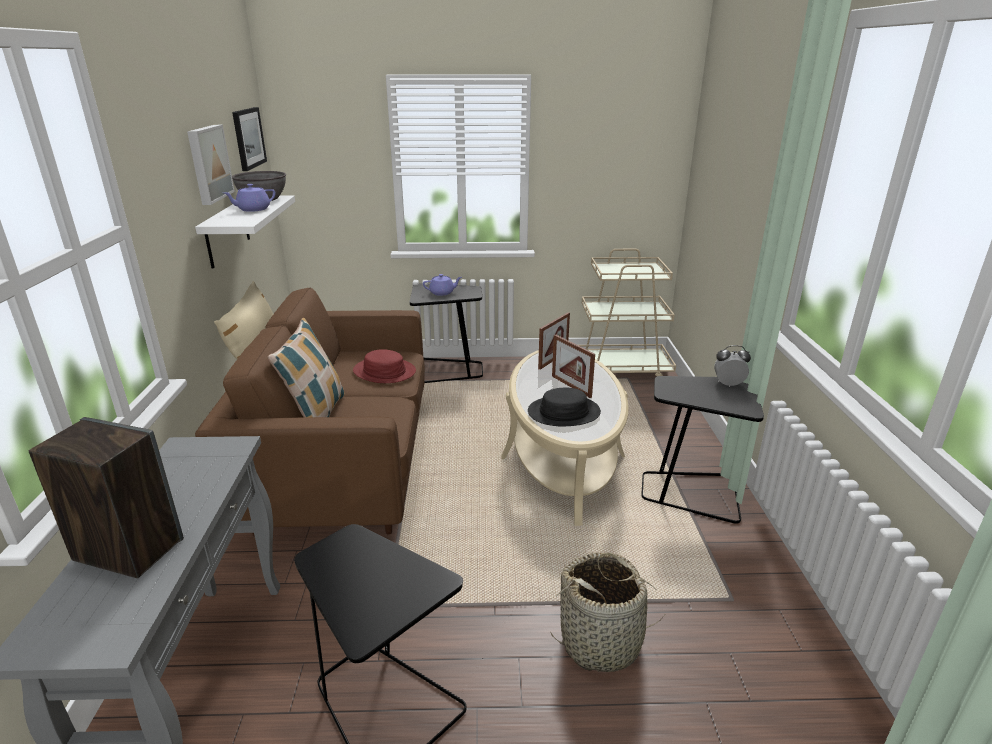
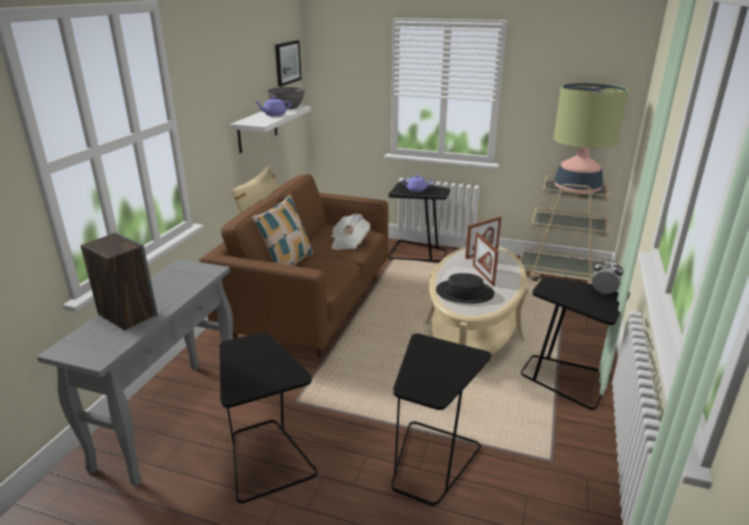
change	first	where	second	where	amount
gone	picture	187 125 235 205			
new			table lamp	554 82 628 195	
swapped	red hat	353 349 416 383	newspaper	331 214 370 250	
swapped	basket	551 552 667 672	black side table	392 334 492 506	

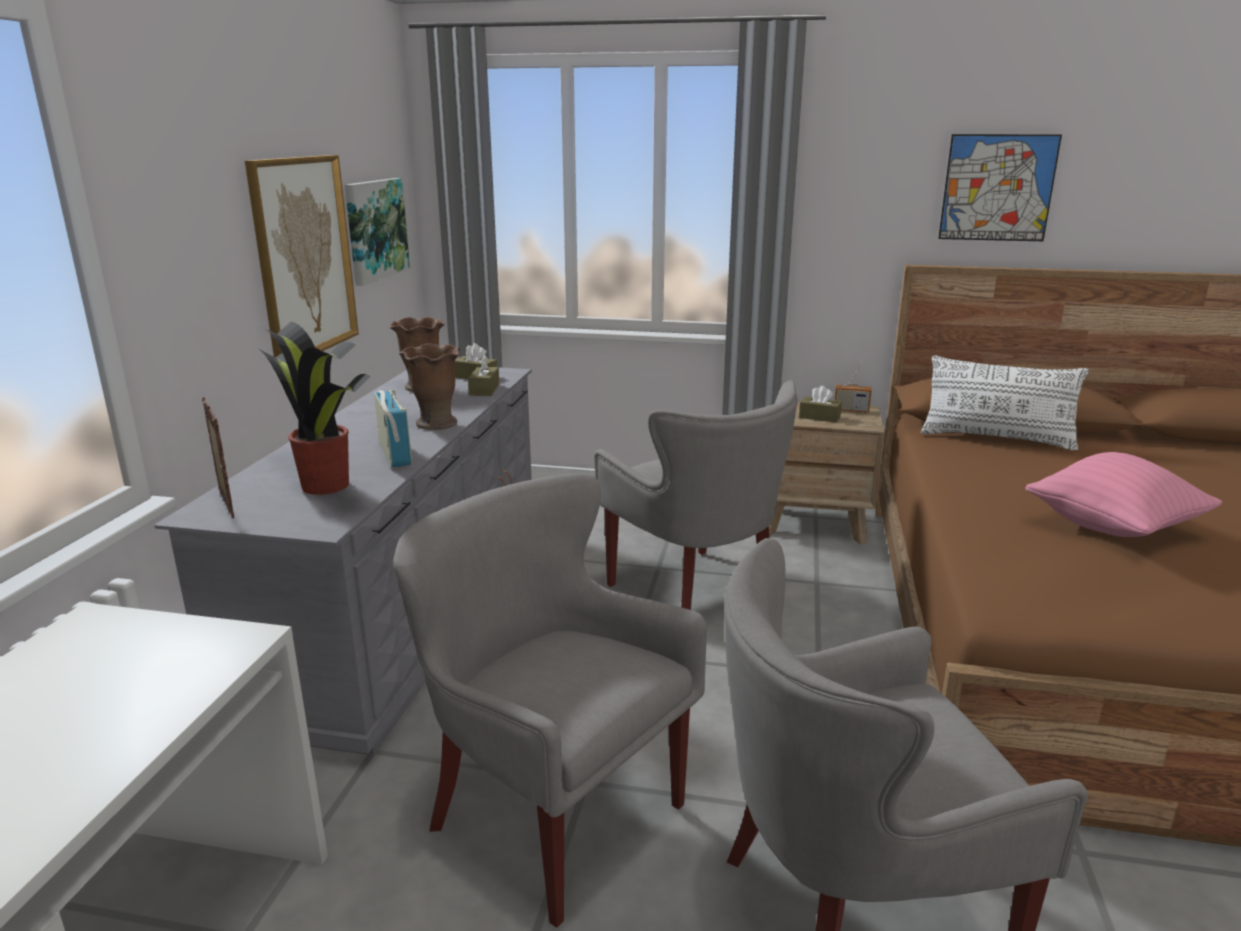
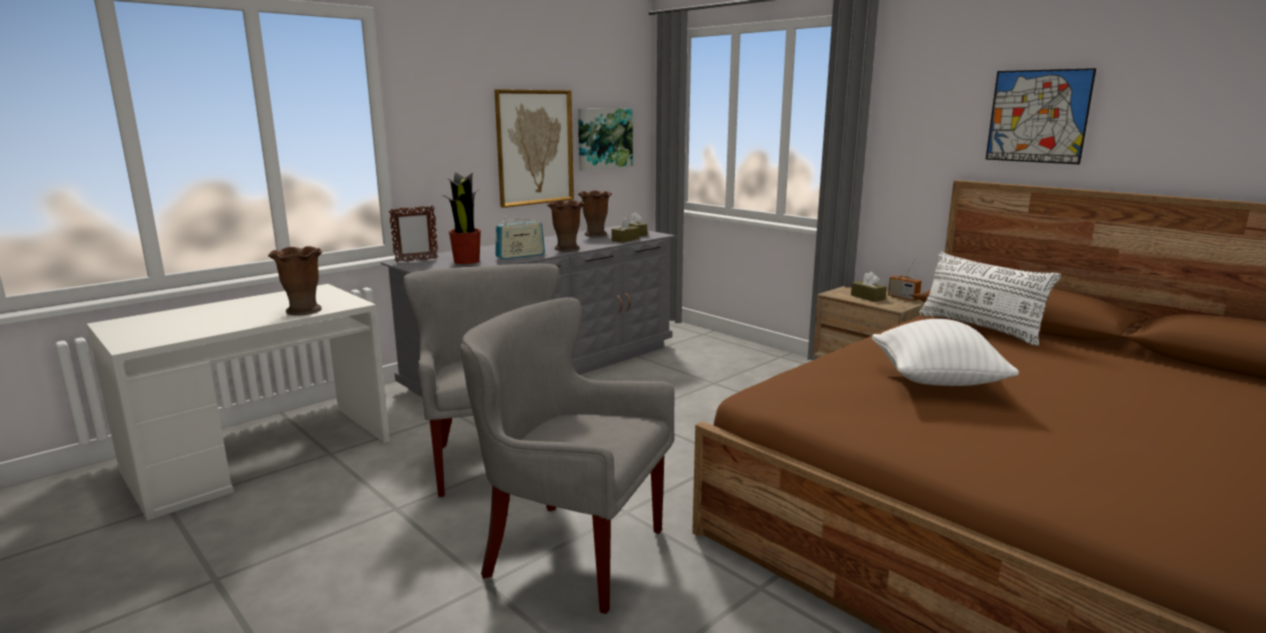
change	first	where	second	where	amount
gone	grey armchair	594 380 797 610			
new			brown vase	268 246 322 316	
repainted	pink pillow	1025 452 1222 537	white pillow	872 319 1019 386	
rotated	picture frame	202 397 234 518		389 205 438 262	60 degrees clockwise
rotated	radio	374 390 412 468		495 216 545 260	45 degrees clockwise

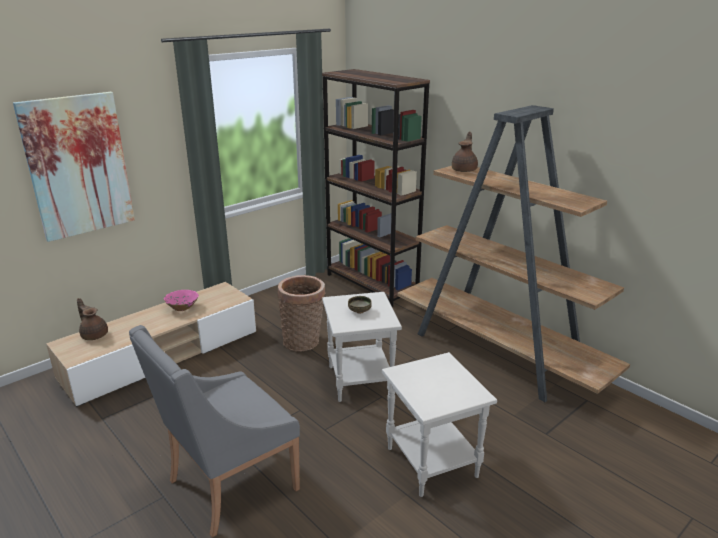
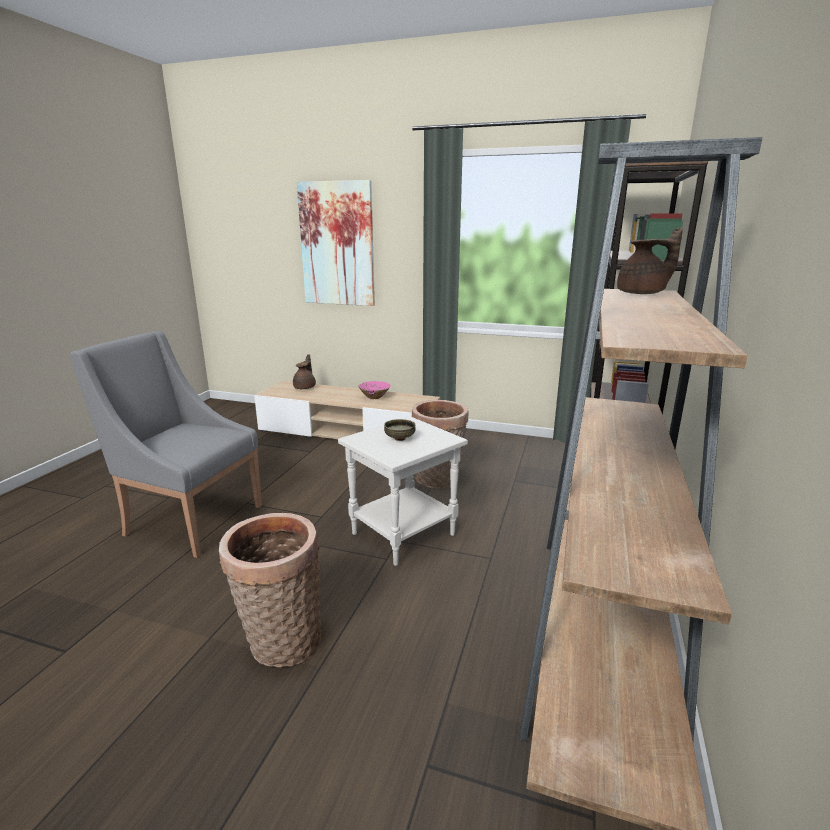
change	first	where	second	where	amount
swapped	white side table	382 352 497 497	basket	219 513 321 667	

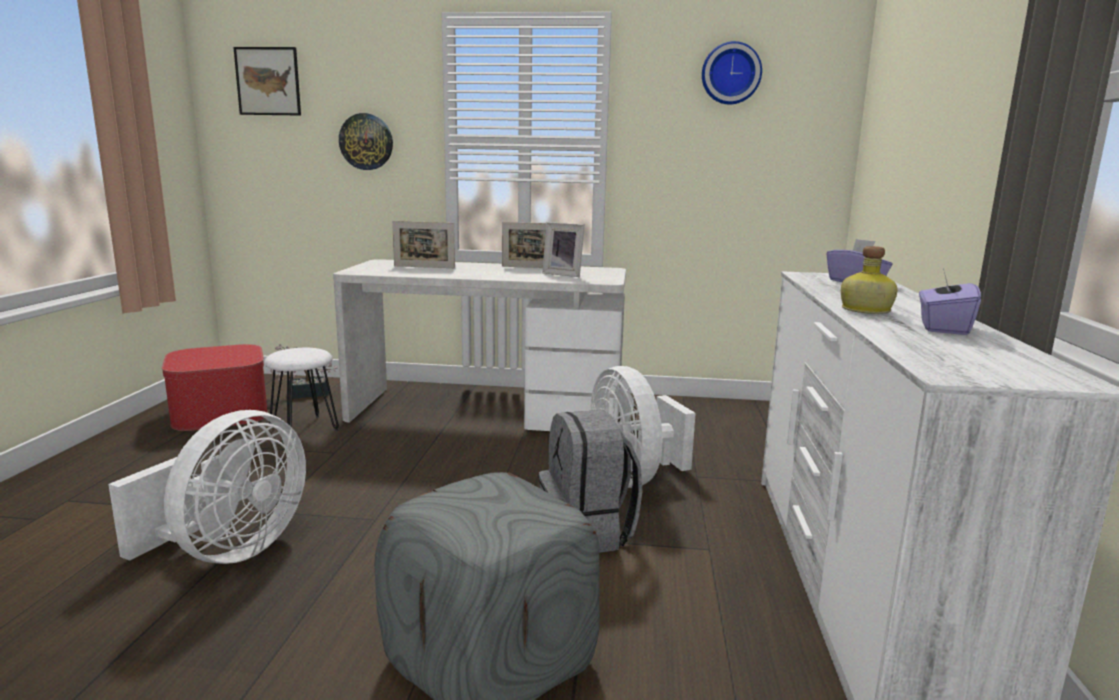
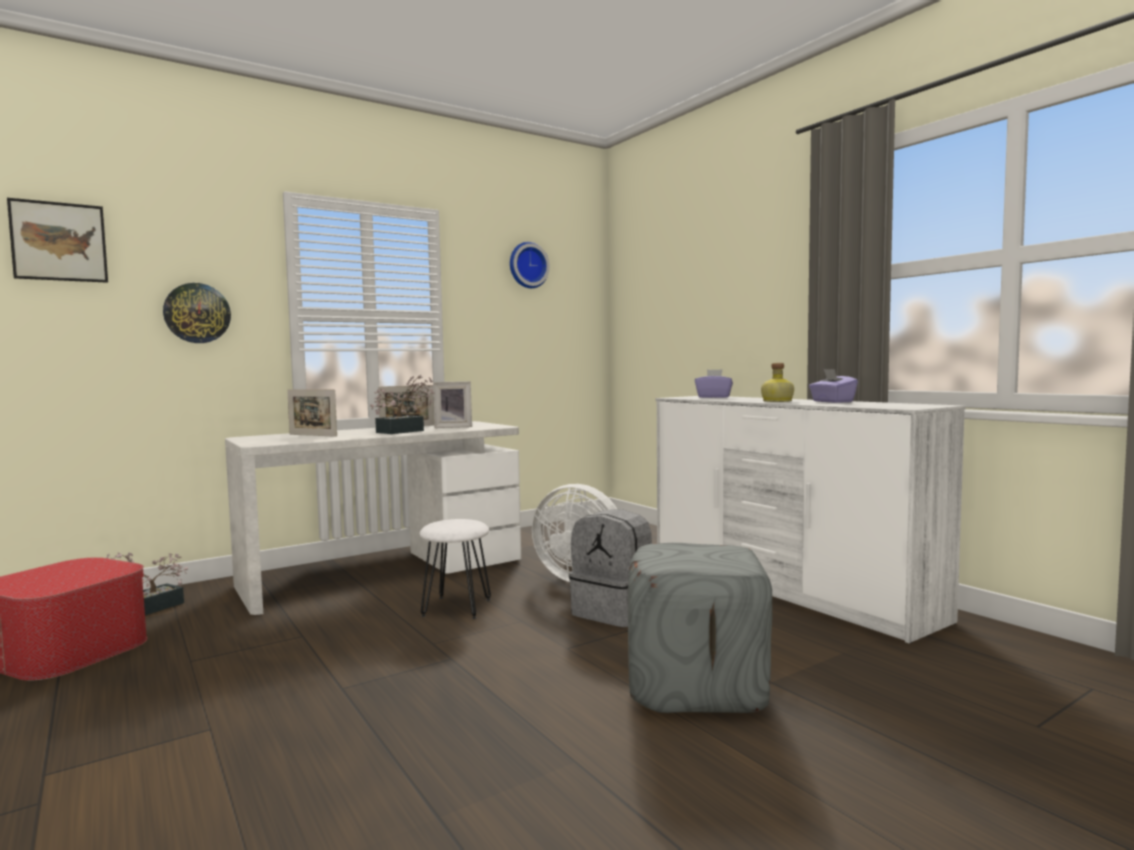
change	first	where	second	where	amount
gone	white fan	108 410 306 564			
new			potted plant	370 375 435 434	
shifted	white stool	264 348 339 431		420 519 491 619	
rotated	picture frame	392 221 455 268		287 389 337 437	60 degrees clockwise

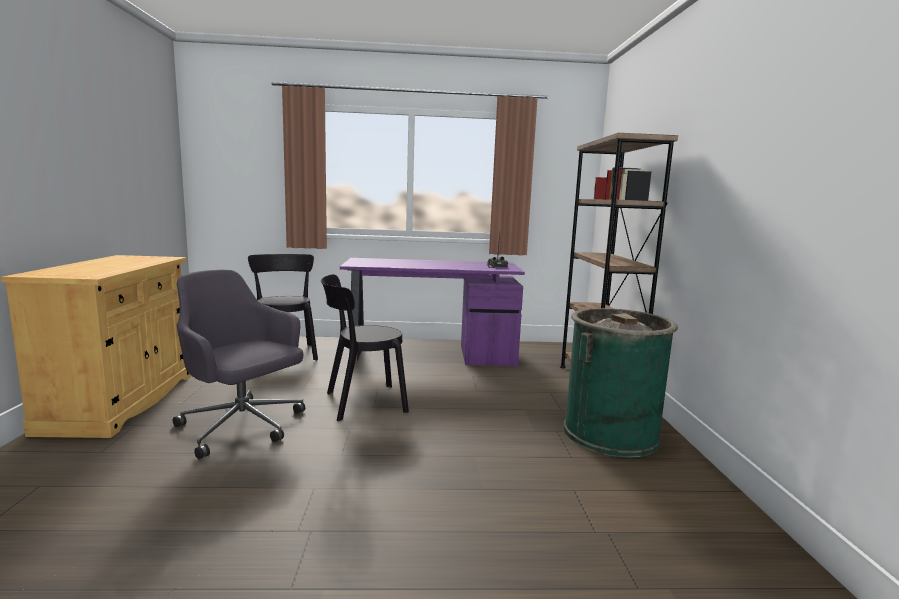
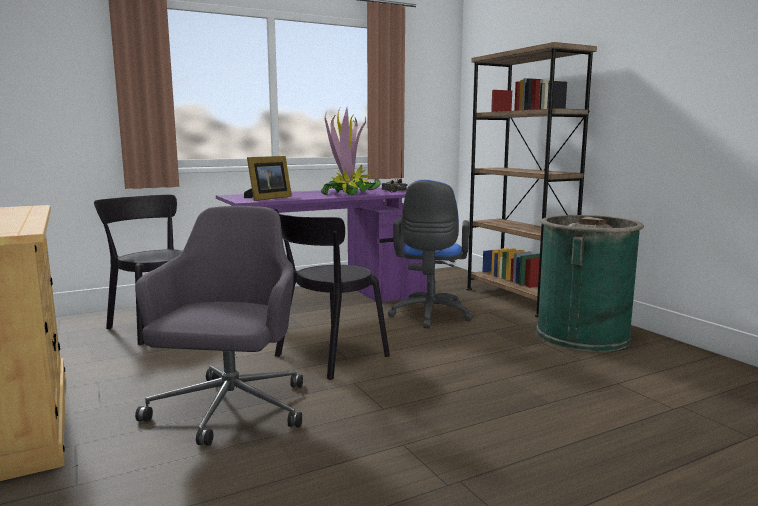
change	first	where	second	where	amount
new			picture frame	244 156 292 201	
new			potted plant	321 108 381 195	
new			blue office chair	388 180 473 328	
rotated	grey office chair	173 269 305 459		135 206 303 446	90 degrees clockwise

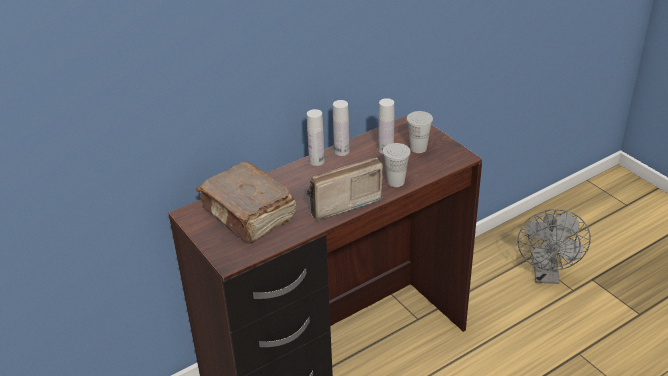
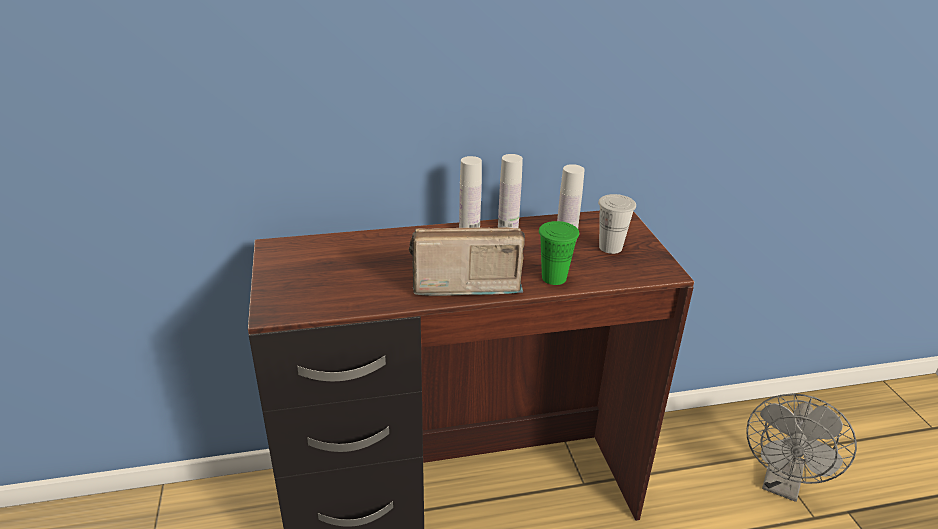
change	first	where	second	where	amount
gone	brown book	196 162 296 244			
repainted	white cup	383 143 411 187	green cup	539 221 579 285	

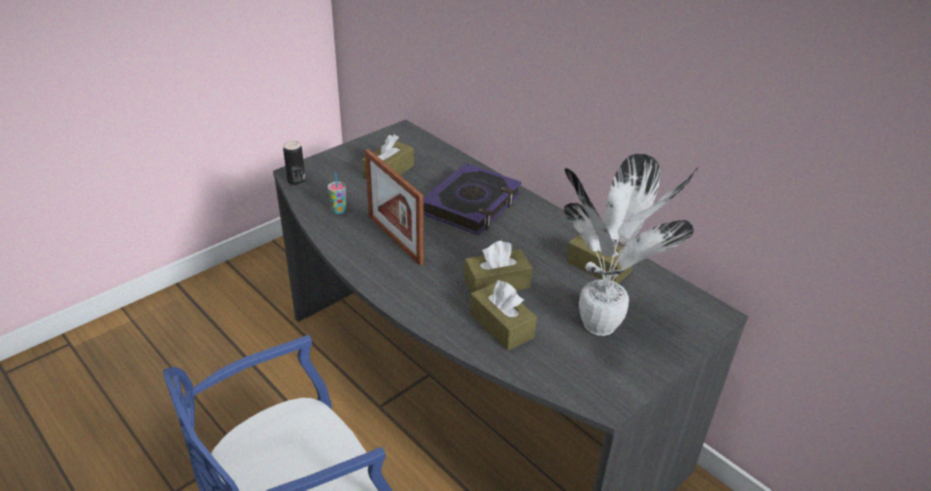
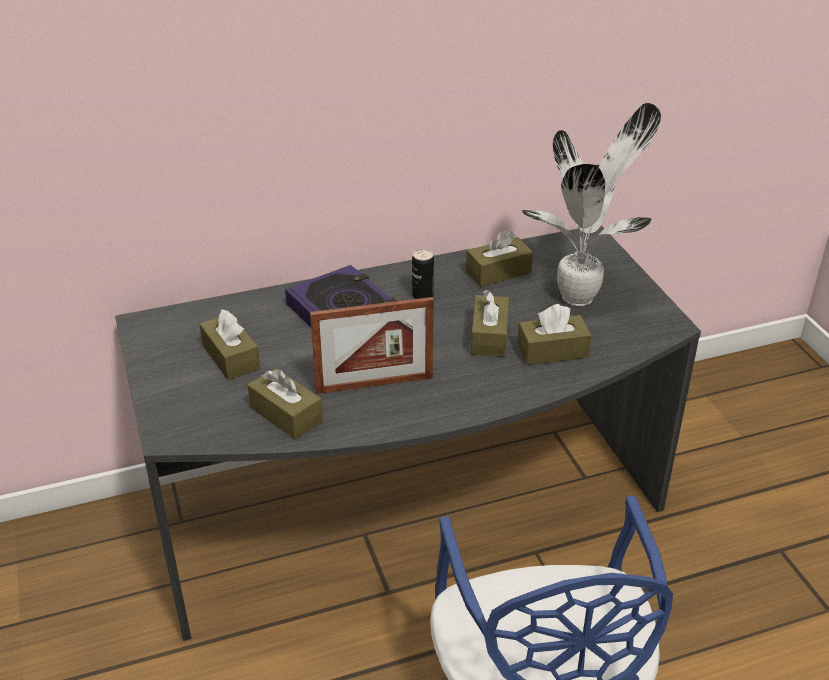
change	first	where	second	where	amount
shifted	can	283 141 306 185		412 249 434 299	
swapped	cup	328 173 346 214	brown tissue box	247 368 323 439	

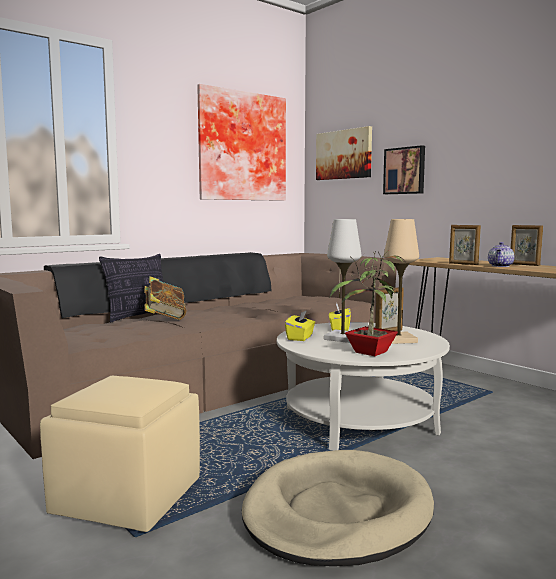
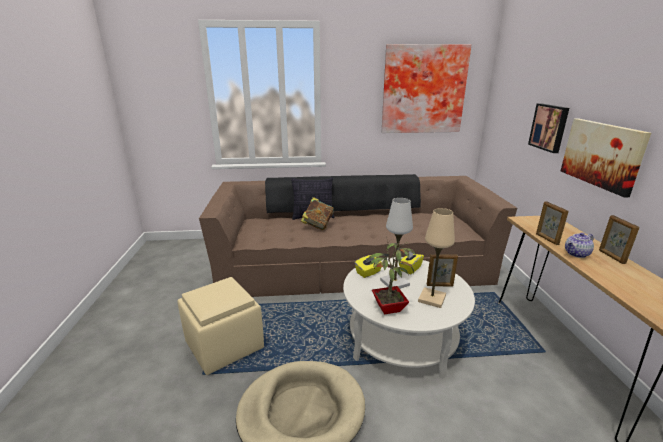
change	first	where	second	where	amount
shifted	picture	316 126 372 180		561 118 651 197	

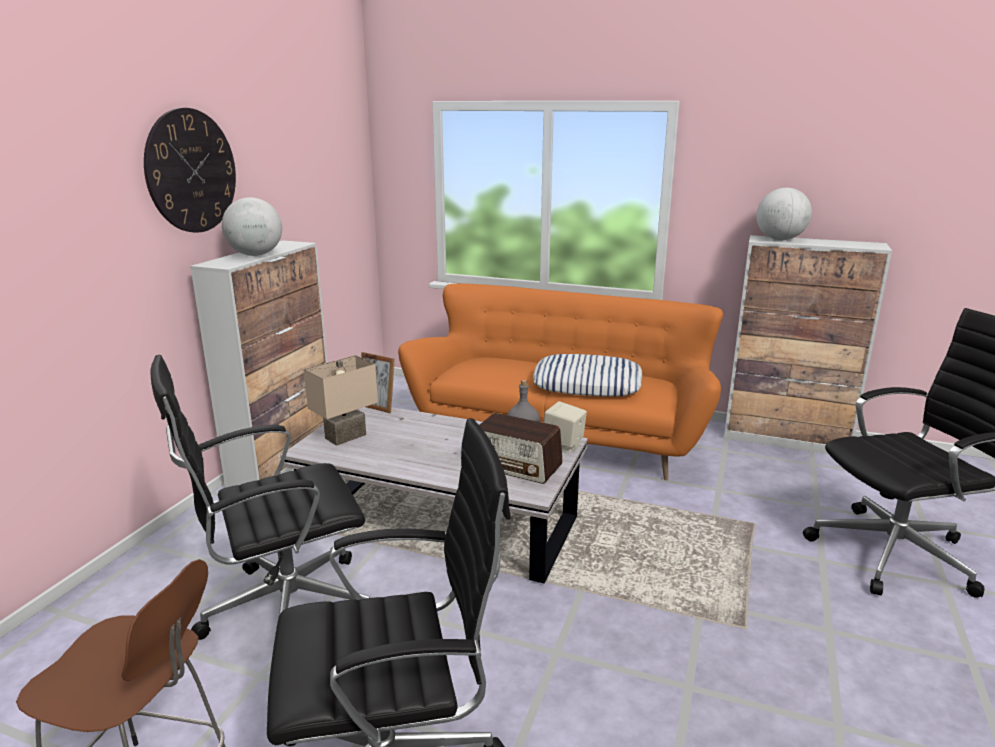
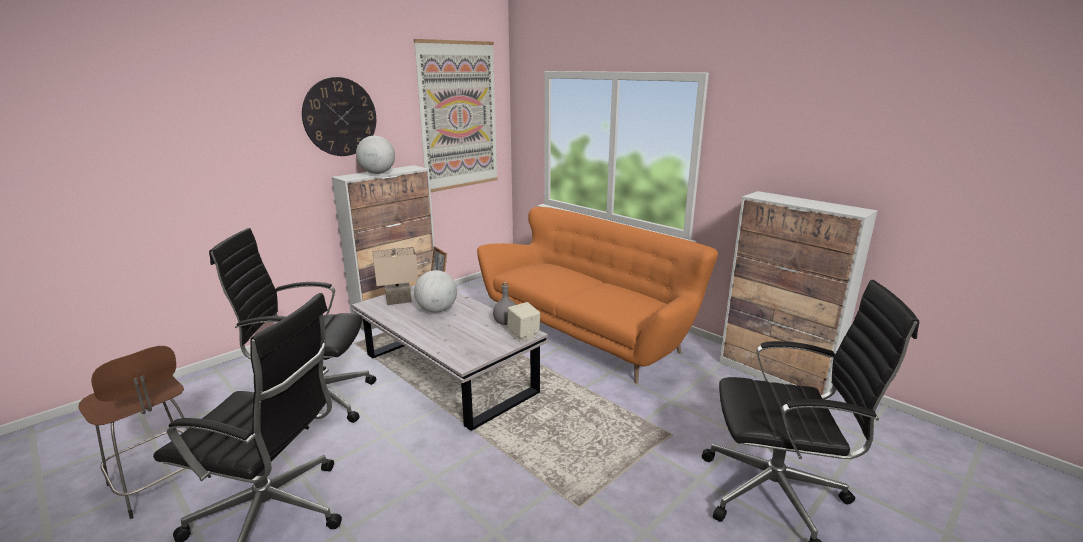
change	first	where	second	where	amount
gone	radio	479 413 563 484			
gone	pillow	533 354 643 396			
new			picture	414 39 498 192	
shifted	globe	756 188 812 240		414 270 457 313	

